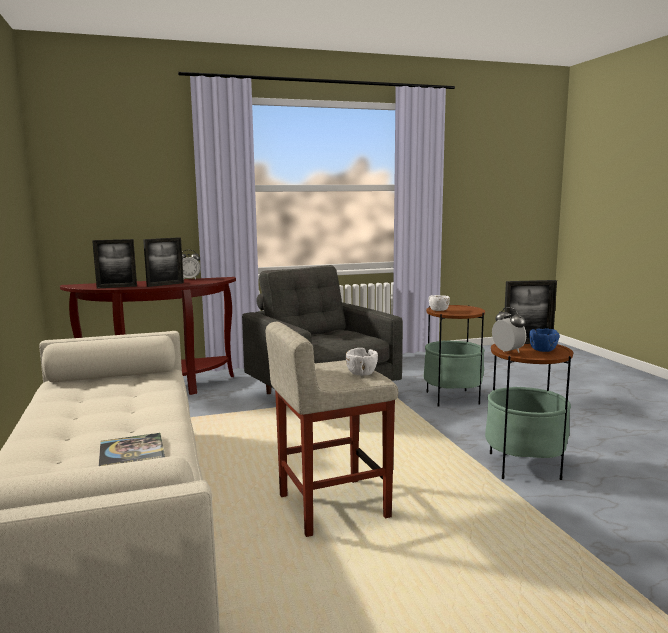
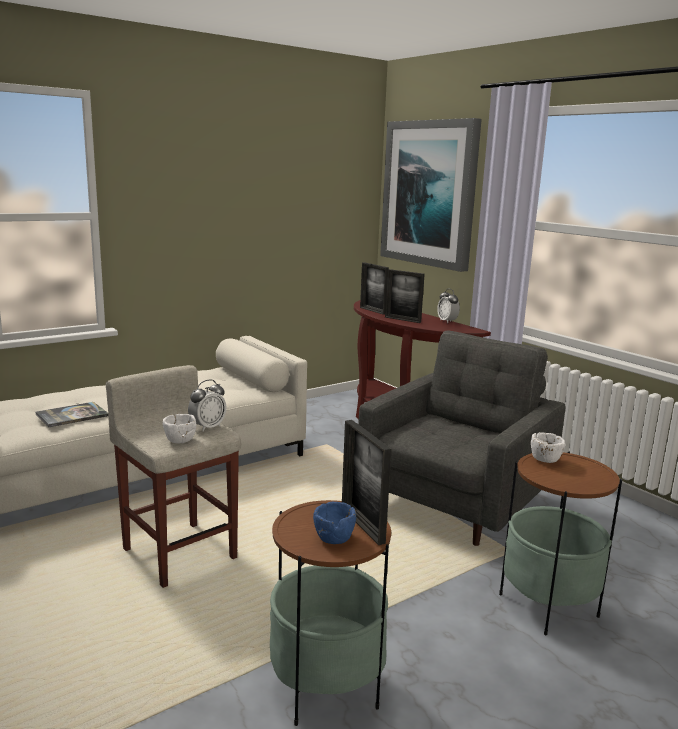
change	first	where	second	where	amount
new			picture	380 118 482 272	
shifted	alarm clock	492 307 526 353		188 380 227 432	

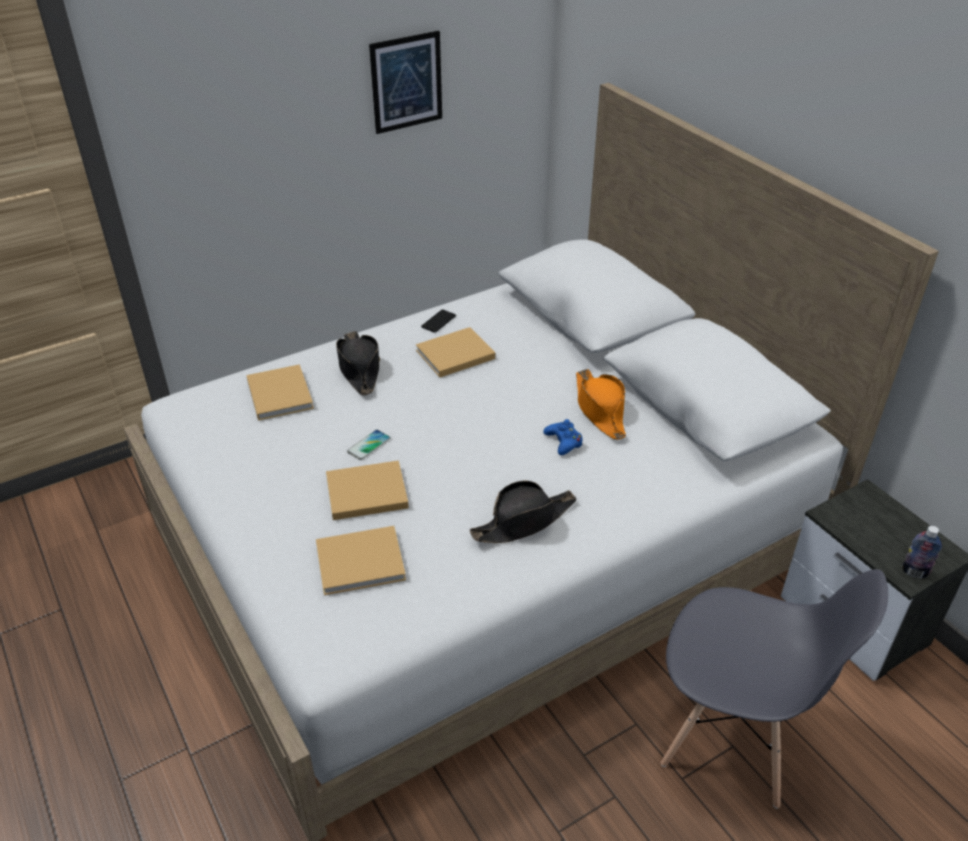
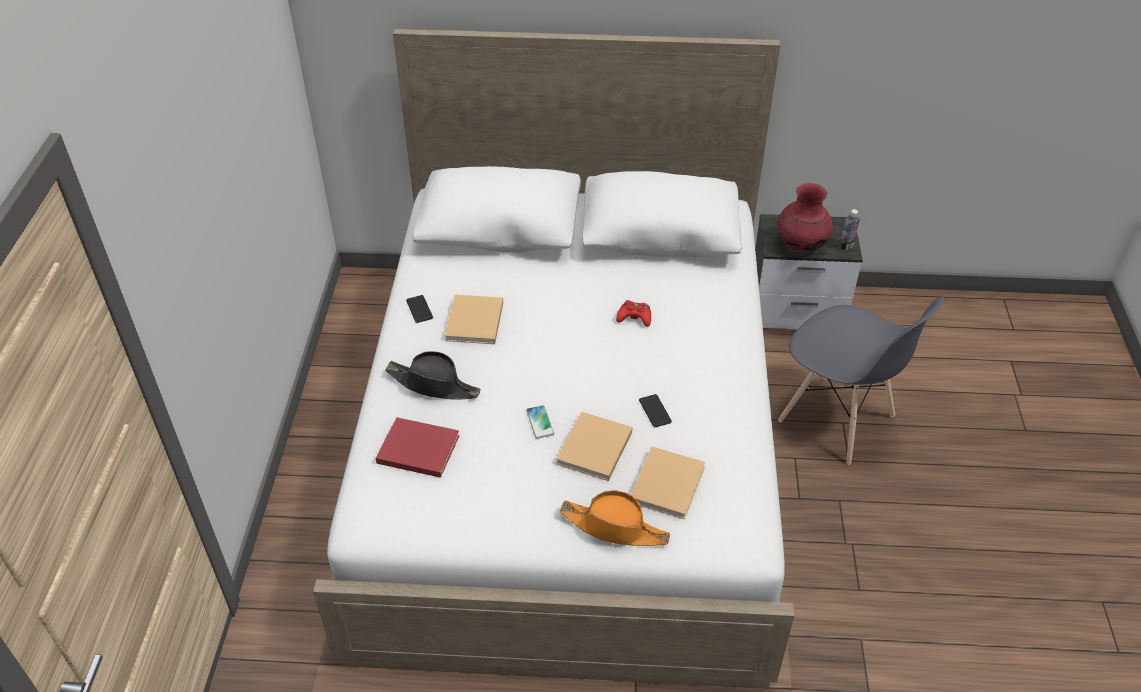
change	first	where	second	where	amount
gone	picture	369 30 442 134			
gone	black hat	470 481 577 543			
new			phone	639 394 672 427	
new			red vase	777 183 833 252	
shifted	orange hat	576 369 626 440		560 491 670 546	
repainted	beige book	246 364 314 421	red book	376 417 460 478	
repainted	blue game controller	543 419 583 455	red game controller	616 300 651 327	
rotated	grey chair	661 569 888 809		778 296 944 465	75 degrees clockwise

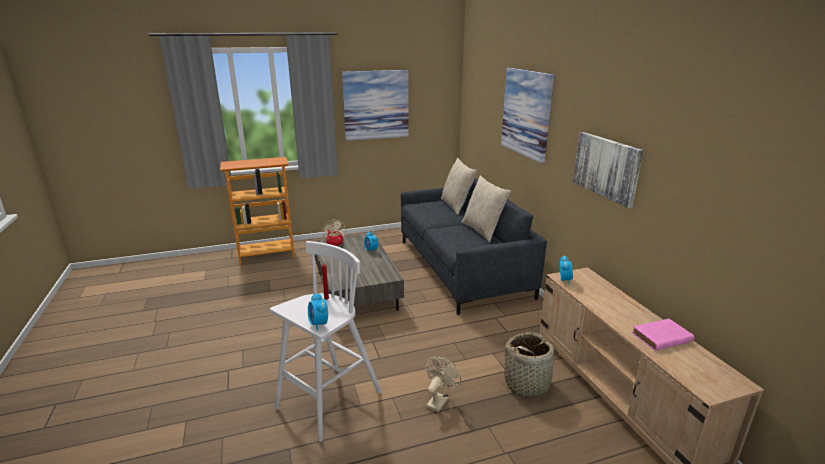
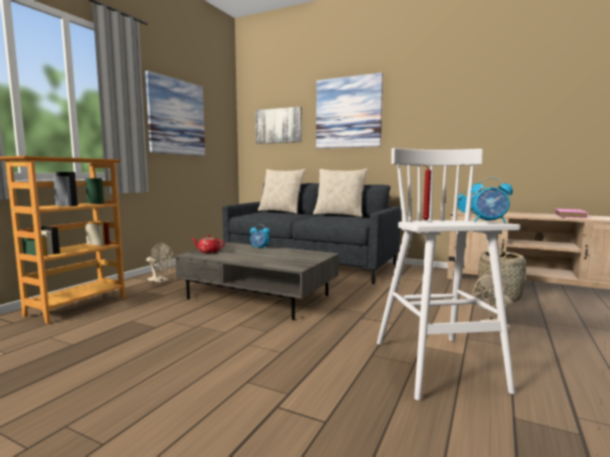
change	first	where	second	where	amount
shifted	picture	573 132 644 208		255 107 302 144	

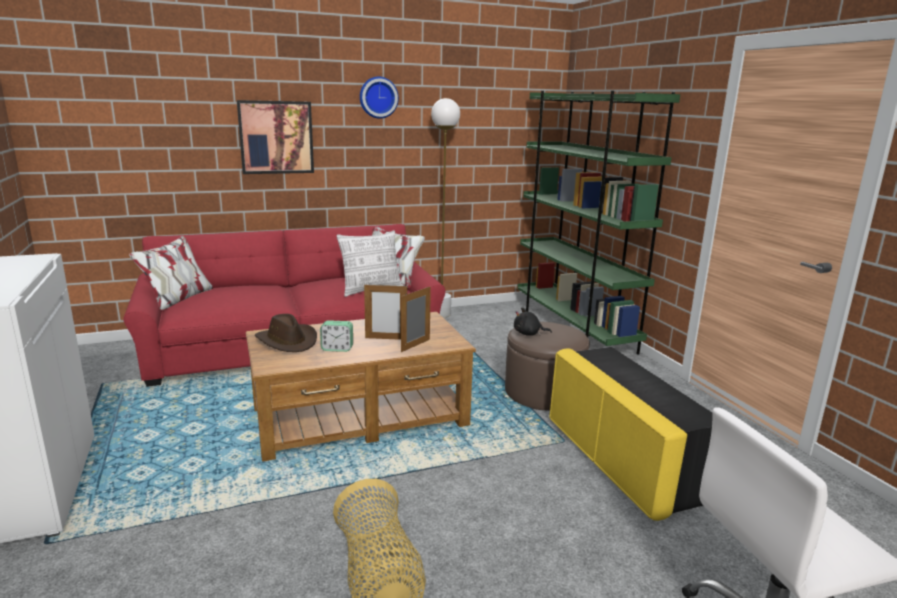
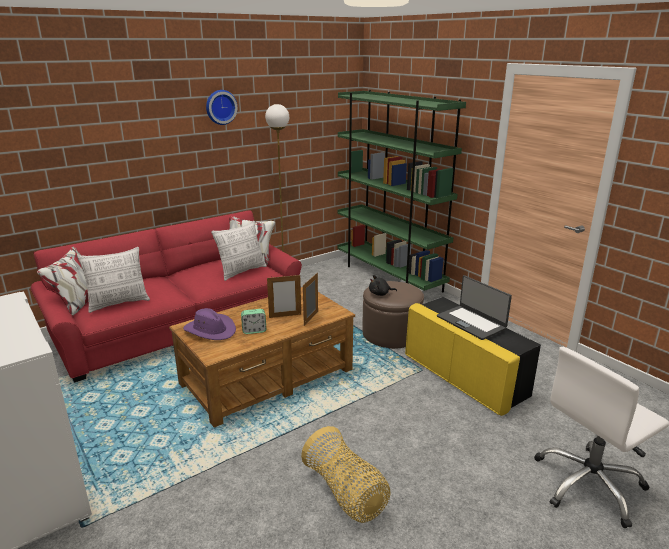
change	first	where	second	where	amount
gone	picture	237 100 314 174			
new			pillow	77 247 150 313	
new			laptop	437 275 512 340	
repainted	brown hat	255 314 317 352	purple hat	183 308 236 340	

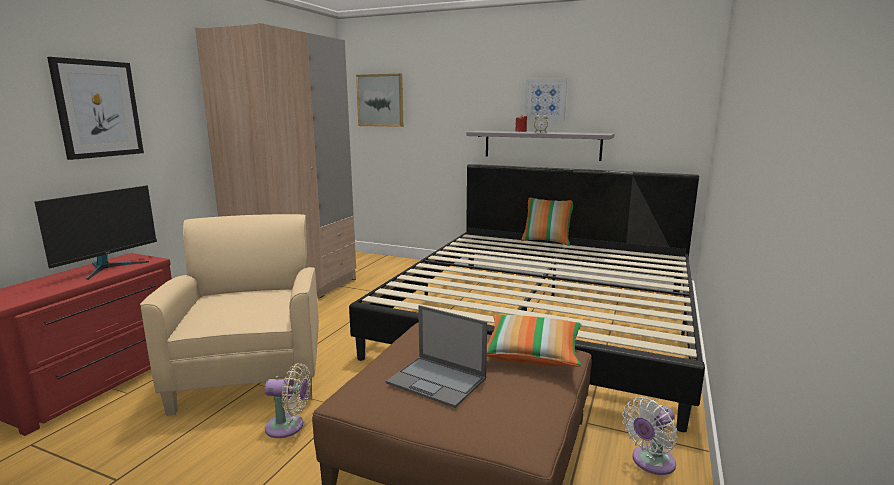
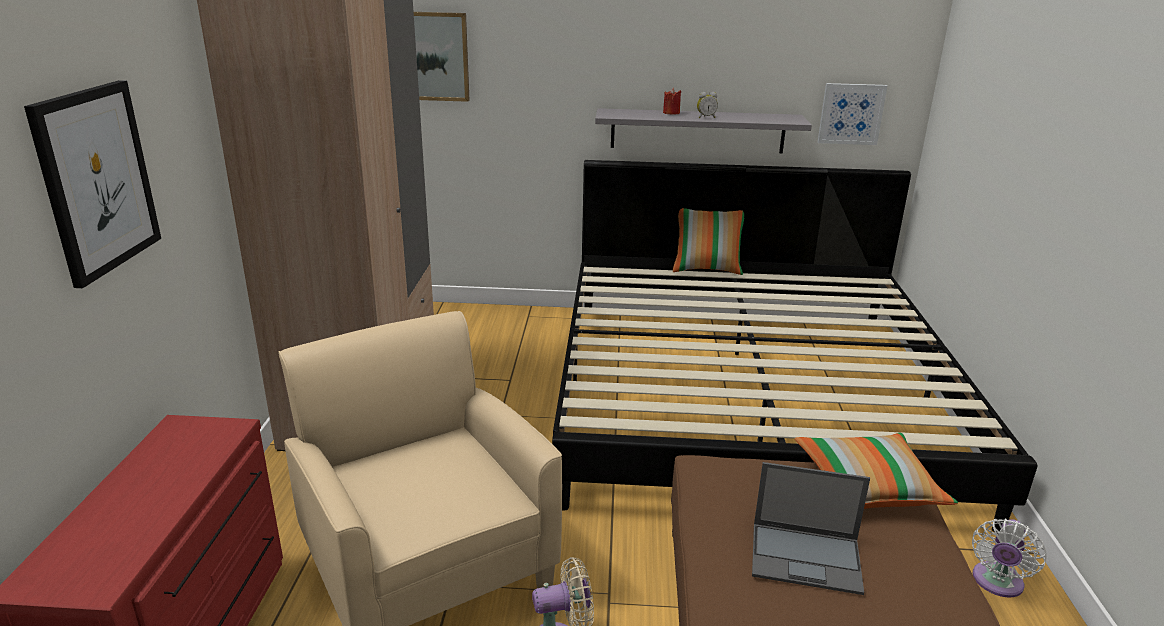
change	first	where	second	where	amount
gone	monitor	35 185 157 280			
shifted	picture	525 78 567 121		818 83 887 145	

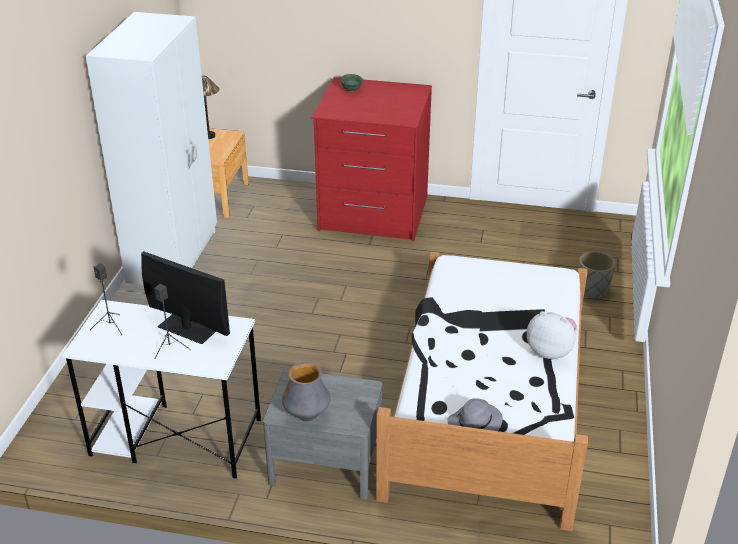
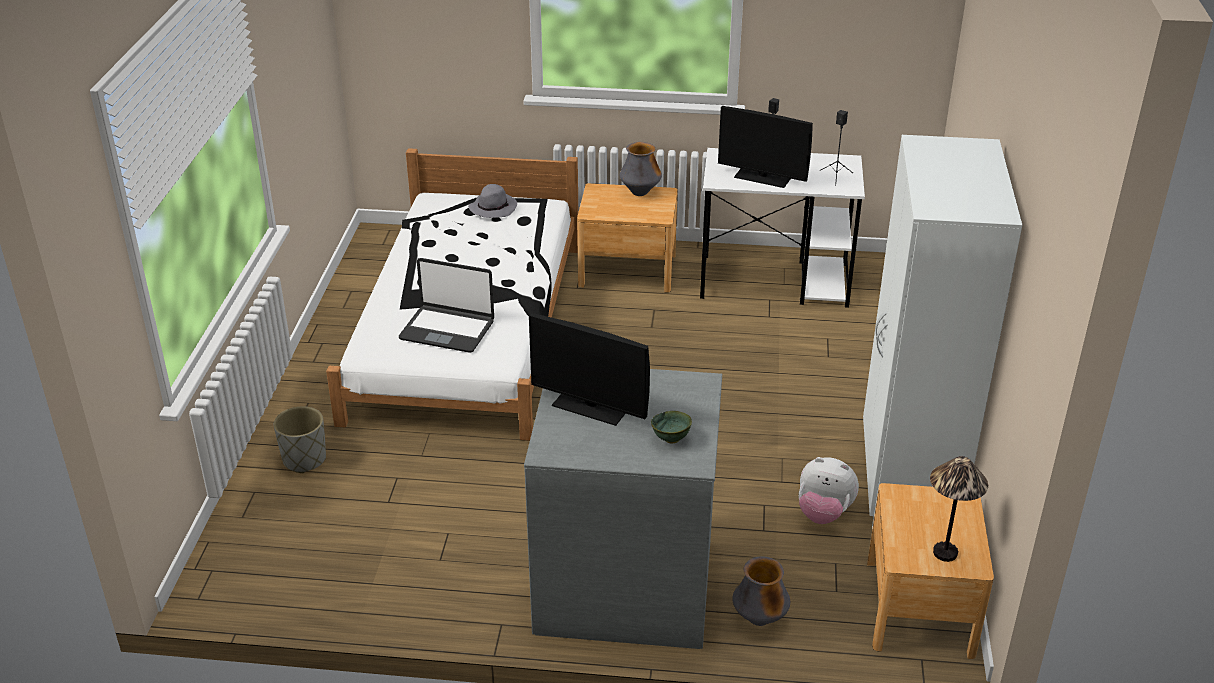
change	first	where	second	where	amount
new			laptop	399 258 494 353	
new			monitor	529 313 650 426	
new			vase	732 556 790 626	
shifted	plush toy	527 311 577 360		799 457 859 524	
repainted	grey nightstand	263 369 382 500	brown nightstand	577 183 678 292	
repainted	red dresser	312 77 432 241	grey dresser	524 369 722 649	

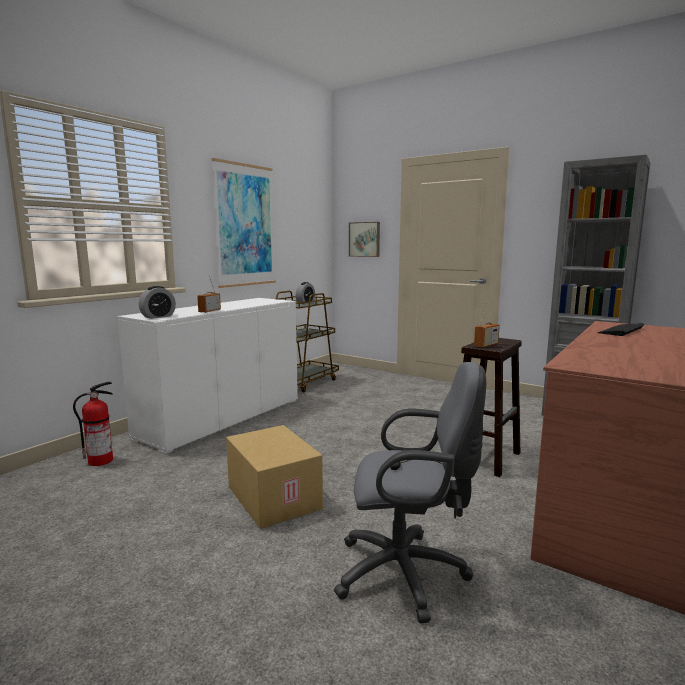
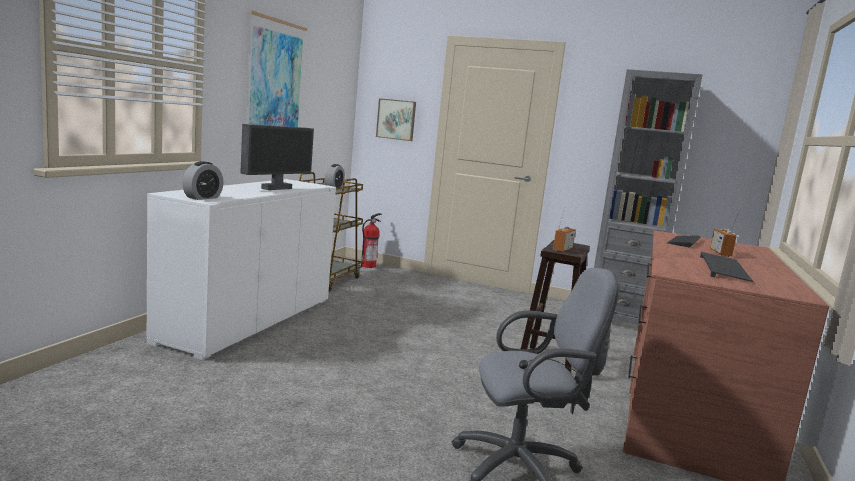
change	first	where	second	where	amount
gone	cardboard box	226 425 323 529			
new			monitor	240 124 314 190	
new			keyboard	700 252 753 282	
shifted	fire extinguisher	73 382 113 466		361 213 382 268	
shifted	radio	197 276 221 313		710 210 740 256	

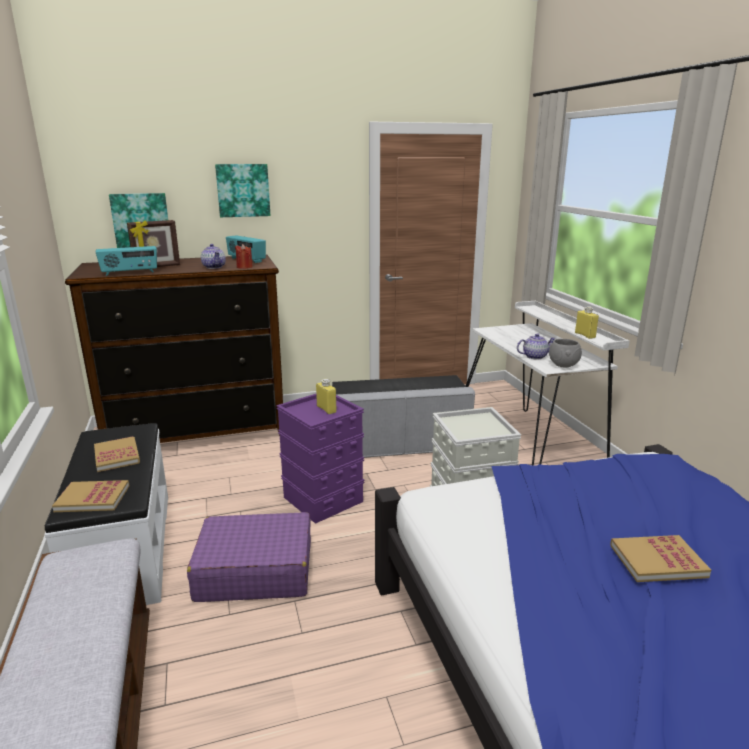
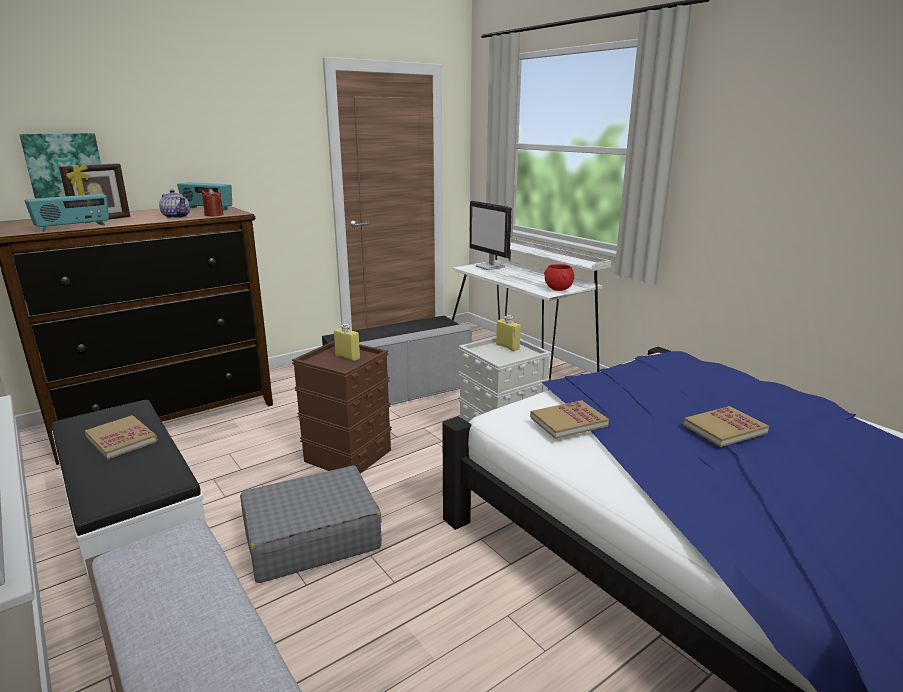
change	first	where	second	where	amount
gone	picture	215 164 270 217			
gone	teapot	517 334 556 359			
new			monitor	469 201 512 270	
shifted	book	52 480 129 512		530 400 609 439	
shifted	yellow bottle	575 306 599 339		496 315 521 351	
repainted	purple suitcase	187 512 311 602	grey suitcase	240 465 382 583	
repainted	purple storage box	276 394 364 524	brown storage box	292 341 392 474	
repainted	grey bowl	549 339 582 367	red bowl	544 264 574 291	

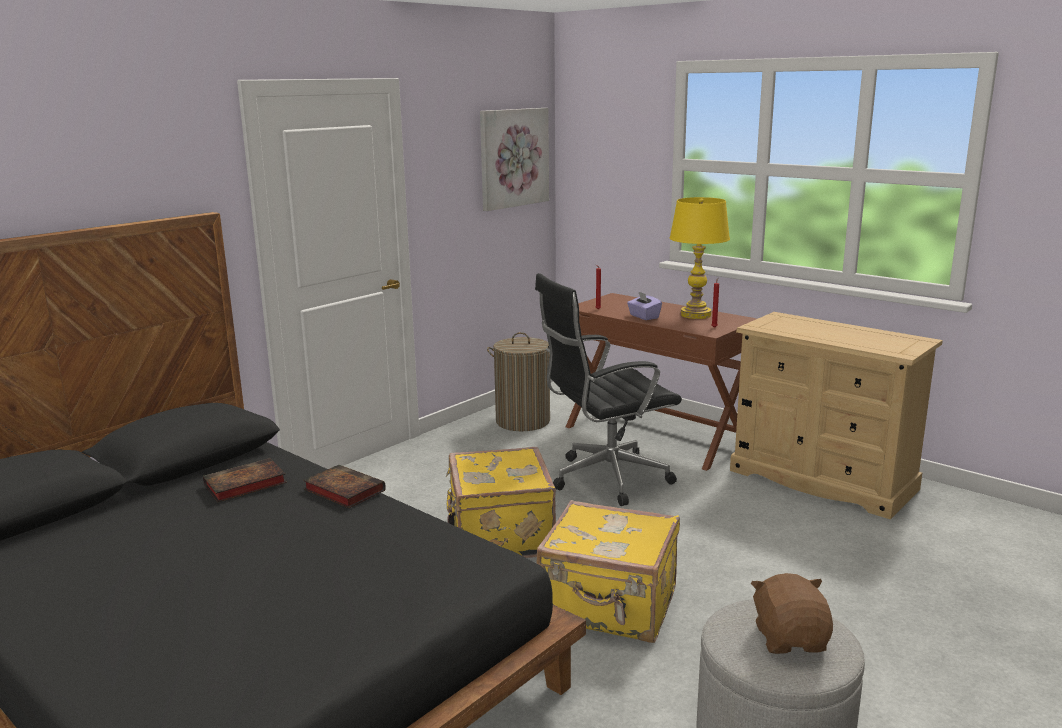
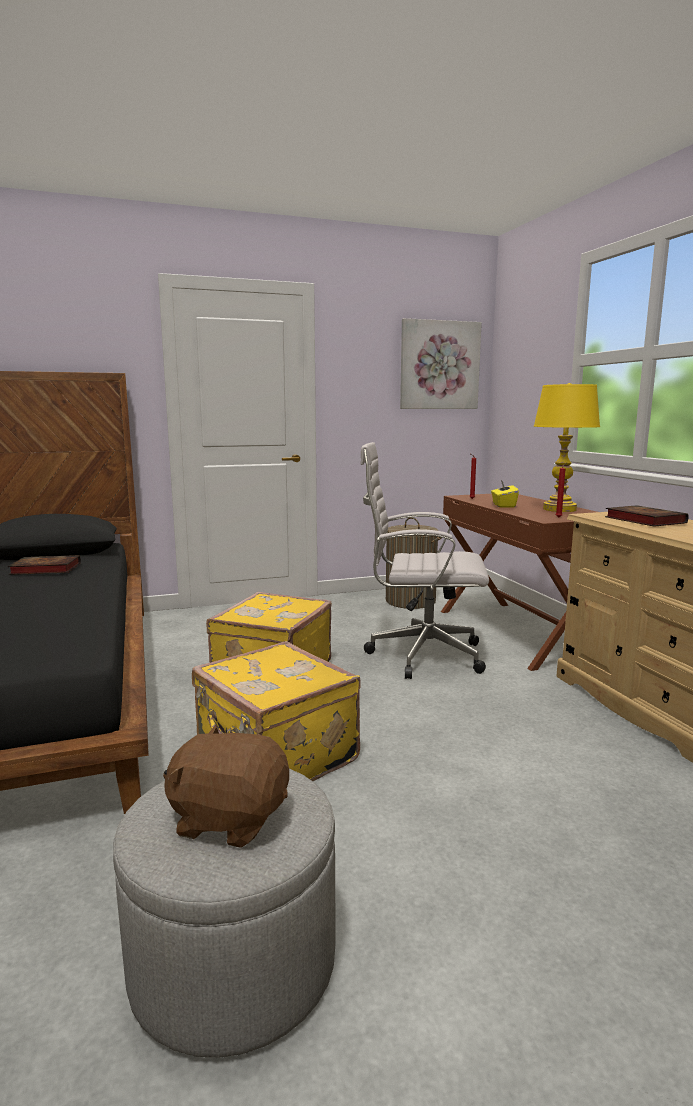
change	first	where	second	where	amount
shifted	book	303 465 386 508		605 505 689 527	
repainted	black office chair	535 273 682 506	white office chair	361 442 489 679	
repainted	purple tissue box	627 291 662 320	yellow tissue box	491 480 519 508	
rotated	brown plush toy	751 573 833 654		163 724 289 848	105 degrees counterclockwise

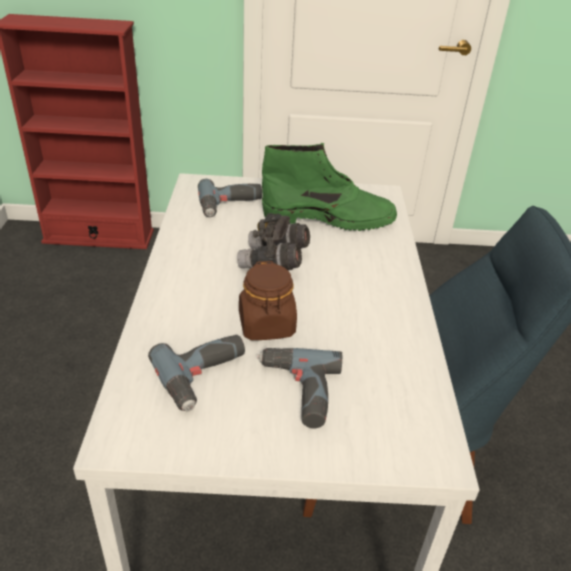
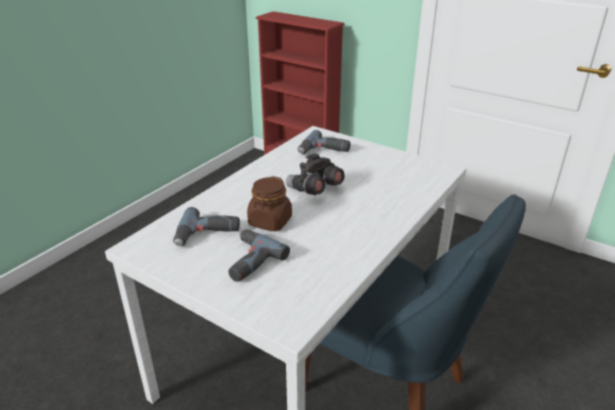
change	first	where	second	where	amount
gone	green boot	262 143 397 231			

